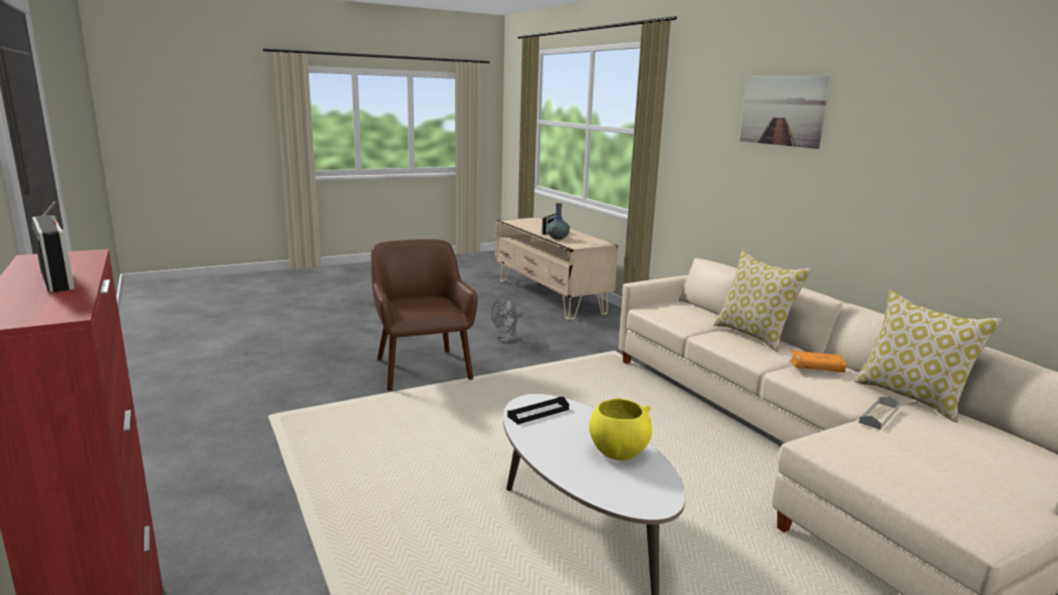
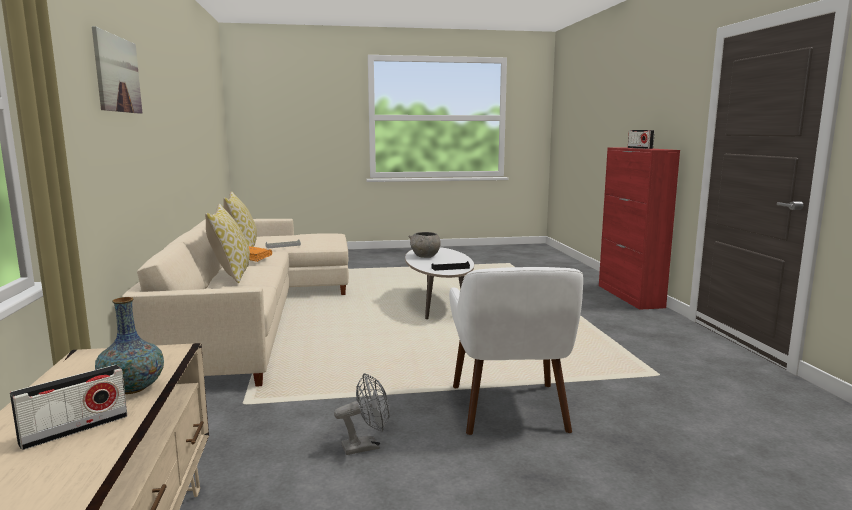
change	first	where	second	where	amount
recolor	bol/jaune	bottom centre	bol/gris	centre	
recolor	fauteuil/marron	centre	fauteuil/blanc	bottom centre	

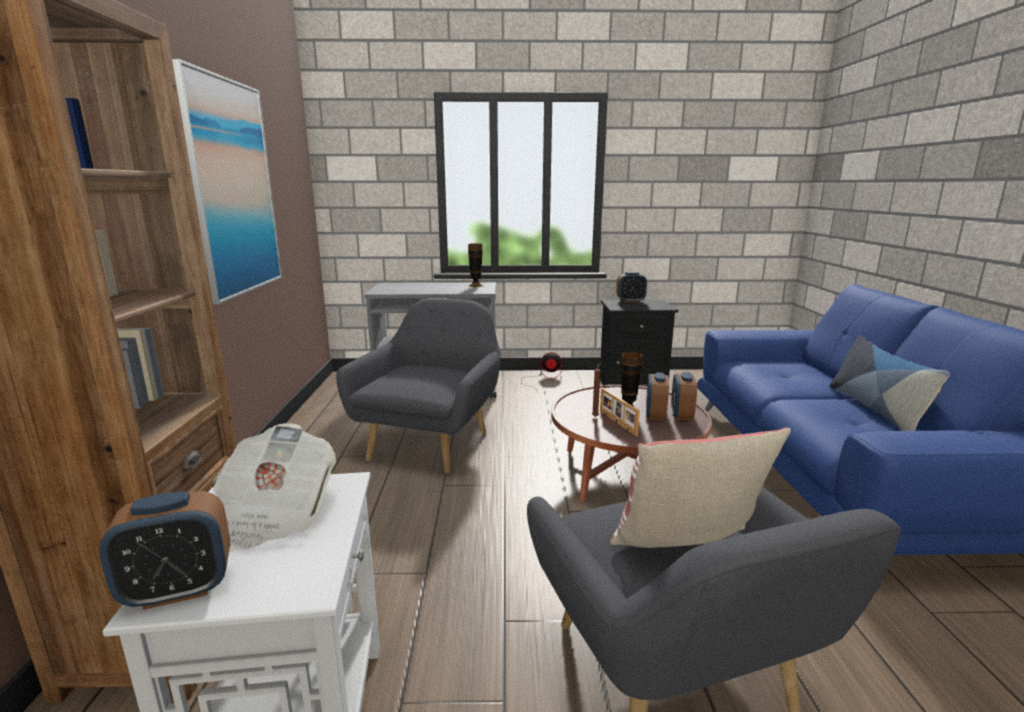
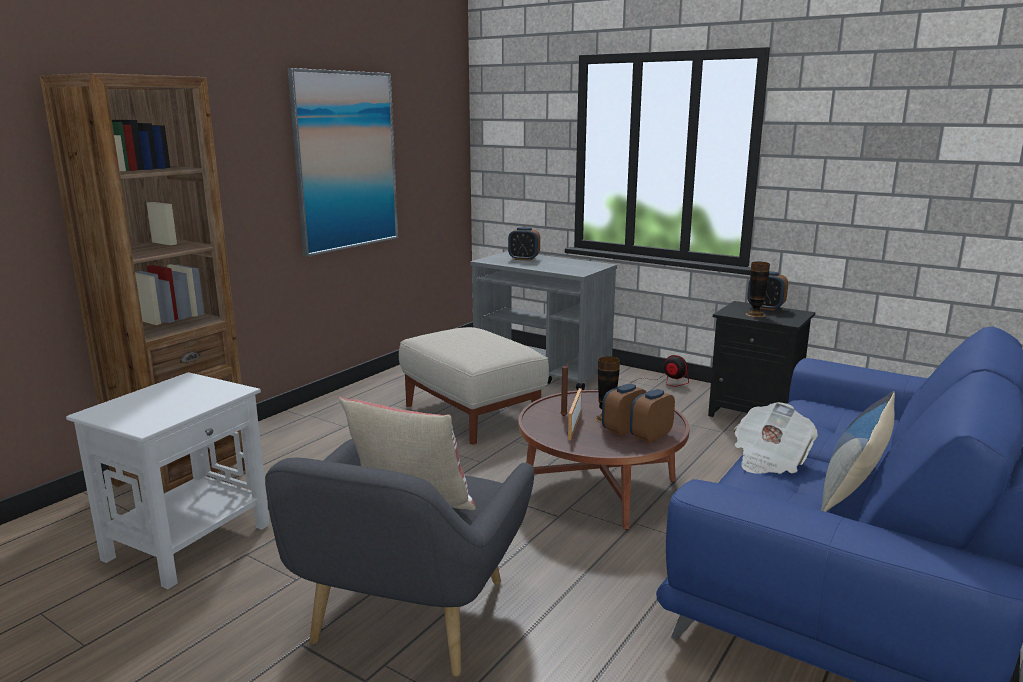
change	first	where	second	where	amount
replace	fauteuil/gris (1st from left)	centre	pouf/beige	centre	
move	réveil (1st from left)	bottom left		centre	
move	journal	bottom left		middle right	
move	vase (1st from left in the first image)	centre	vase (2nd from left)	middle right	

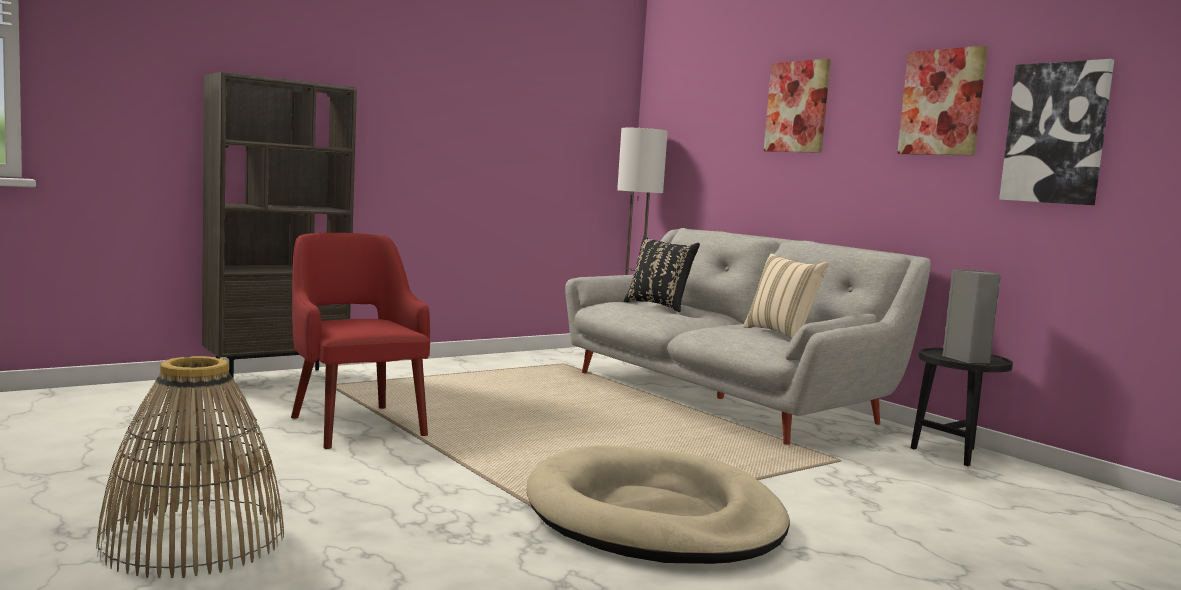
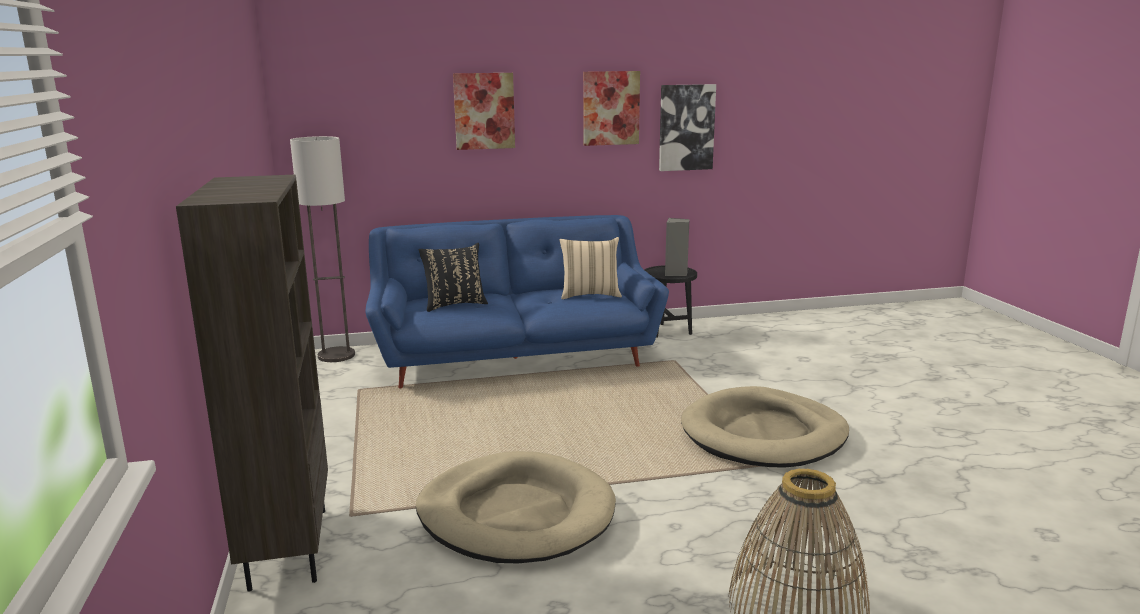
change	first	where	second	where	amount
recolor	canapé/gris	centre	canapé/bleu	centre	
replace	fauteuil/rouge	middle left	panier pour chien/beige (1st from left)	bottom centre	

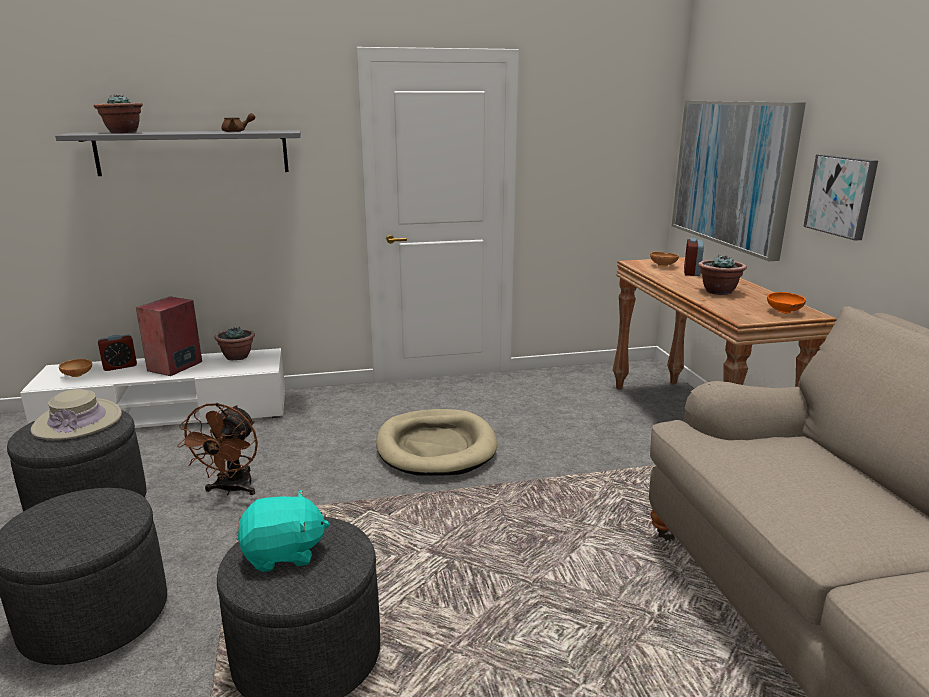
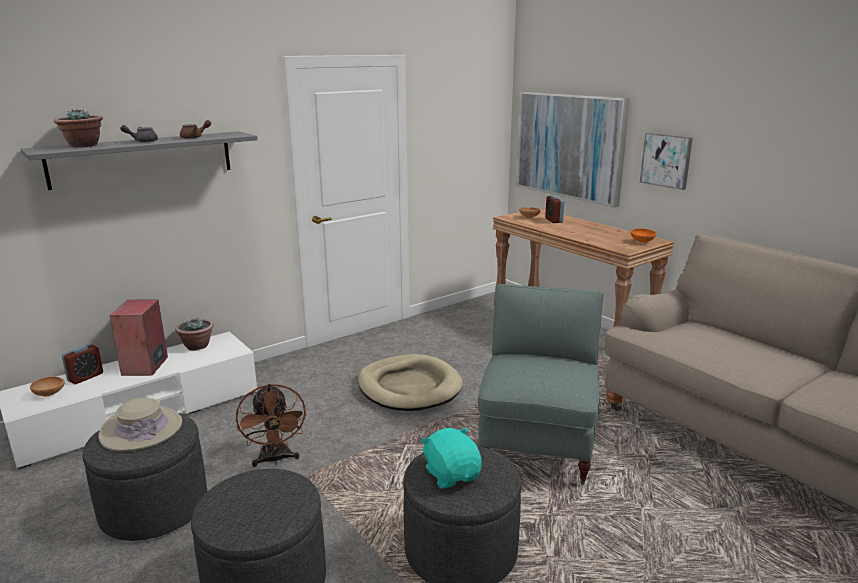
change	first	where	second	where	amount
insert			théière/gris	top left	
rotate	peluche/turquoise	bottom left		bottom centre	75 degrees counterclockwise
insert			fauteuil/gris	centre	
delete	plante en pot (3rd from left)	middle right			

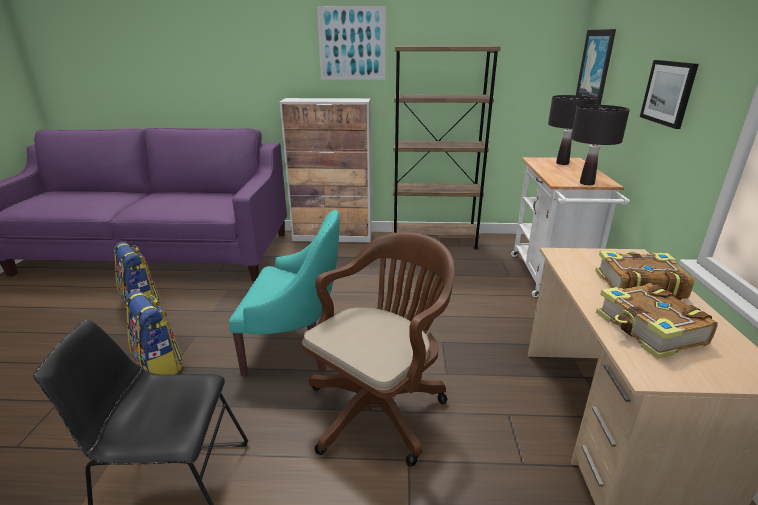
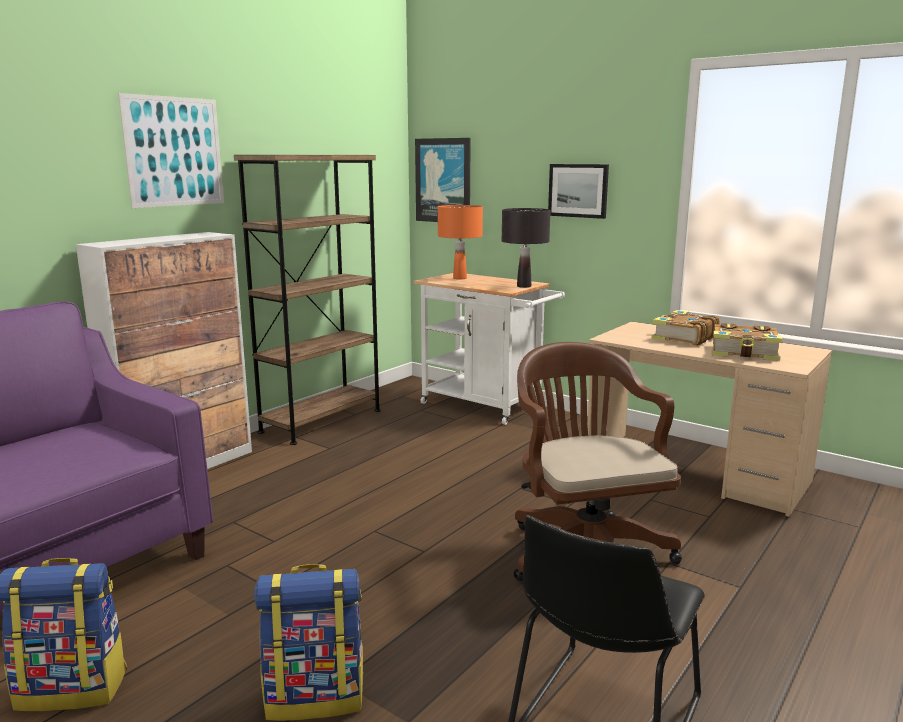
change	first	where	second	where	amount
recolor	lampe de table/noir (1st from left)	top right	lampe de table/orange	centre	
delete	fauteuil/turquoise	centre			

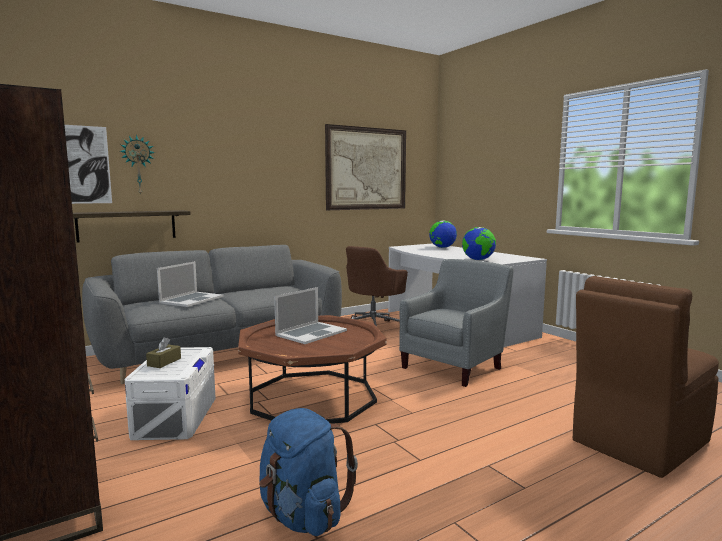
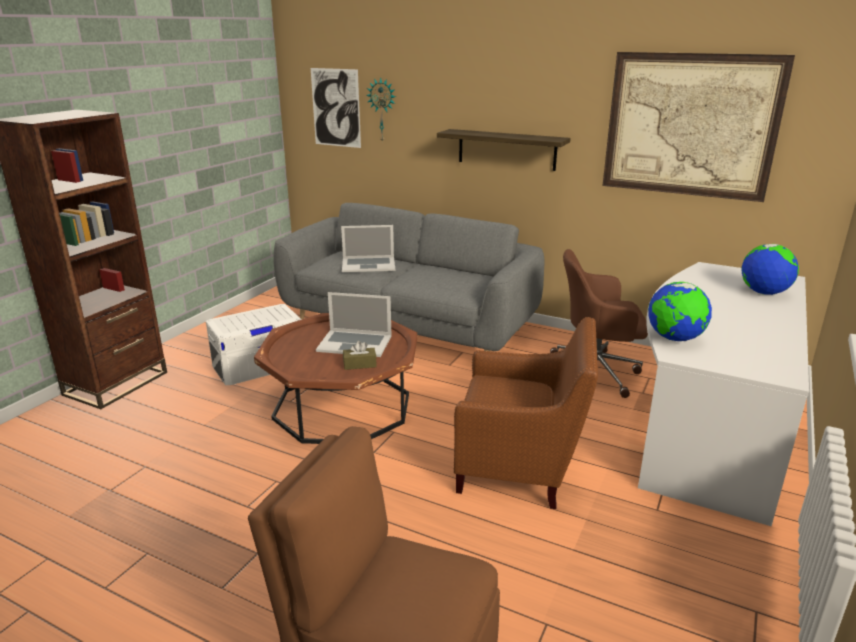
change	first	where	second	where	amount
move	boîte à mouchoirs/marron	middle left		centre	
move	étagère	middle left		top centre	
recolor	fauteuil/gris	centre	fauteuil/marron	centre	
delete	sac à dos/bleu	bottom centre			

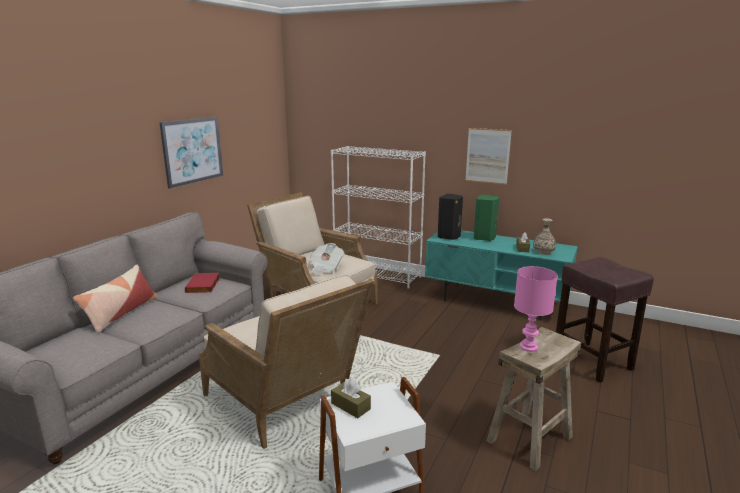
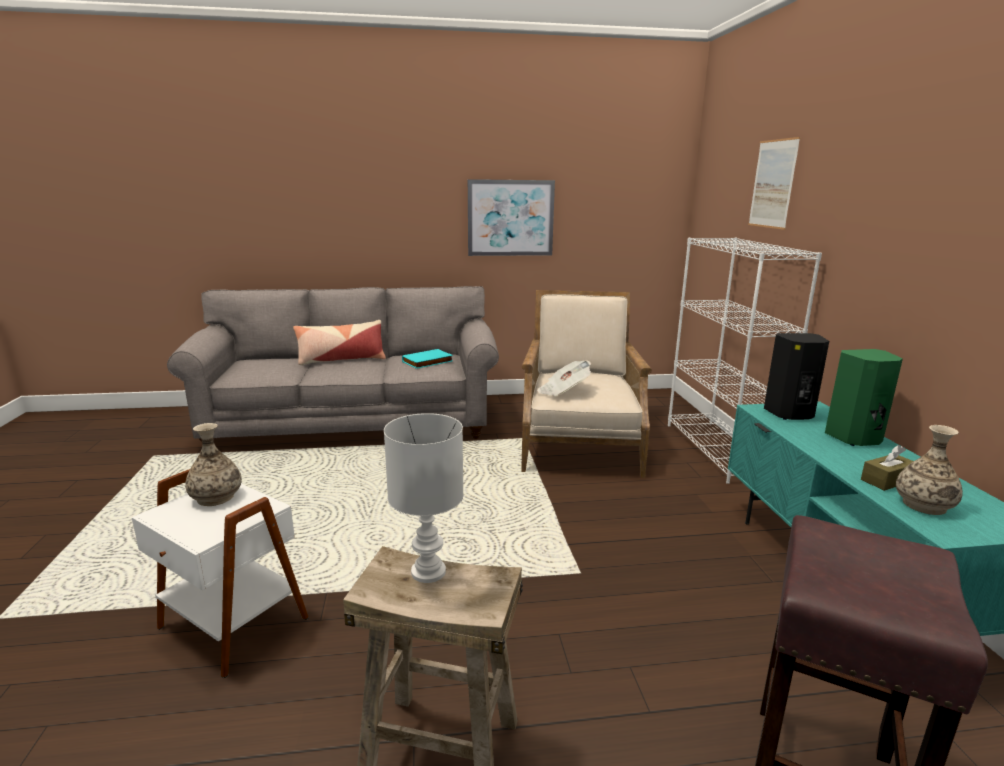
change	first	where	second	where	amount
replace	boîte à mouchoirs/marron (1st from left)	bottom centre	vase (1st from left)	middle left	
recolor	lampe de table/rose	middle right	lampe de table/blanc	centre	
recolor	livre/rouge	middle left	livre/turquoise	centre	
move	tableau (2nd from left)	top centre		top right	
delete	fauteuil/beige (1st from left)	bottom centre			

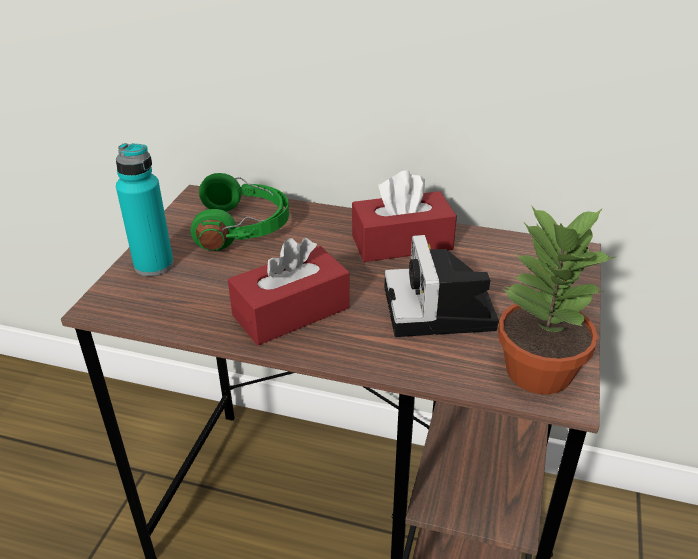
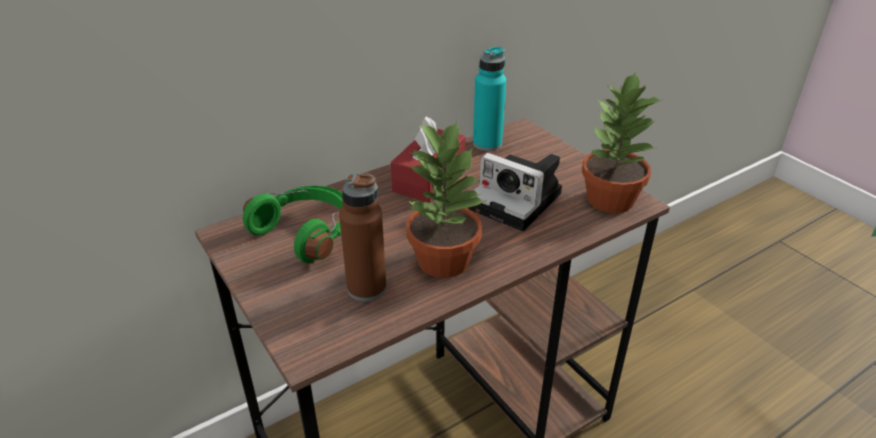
change	first	where	second	where	amount
insert			bouteille/marron	centre	
replace	boîte à mouchoirs/rouge (1st from left)	centre	plante en pot (1st from left)	centre	
move	bouteille/turquoise	middle left		top centre	

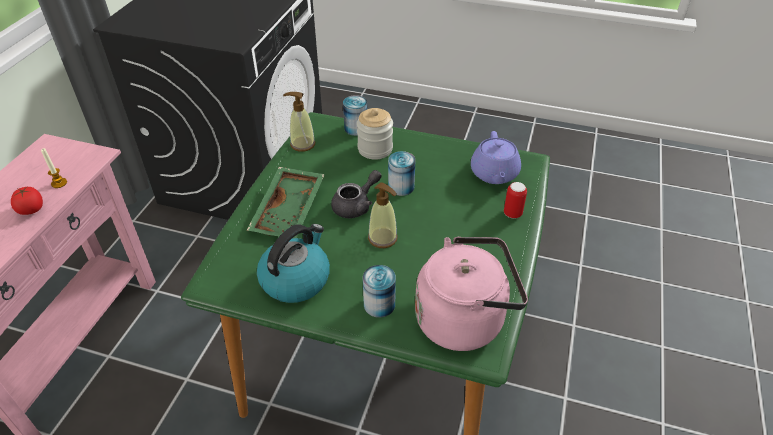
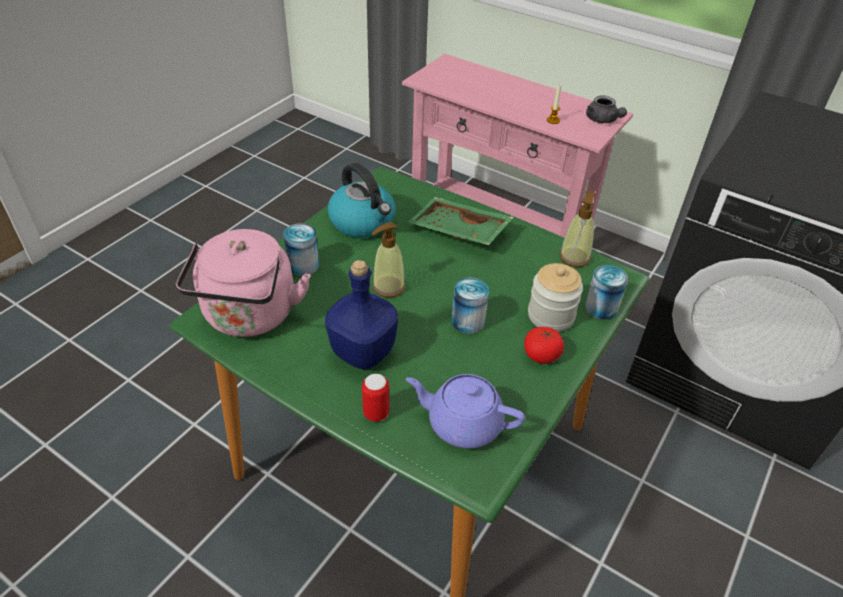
change	first	where	second	where	amount
insert			bouteille/bleu	centre	
move	tomate	middle left		centre	
move	théière/gris	centre		top right	

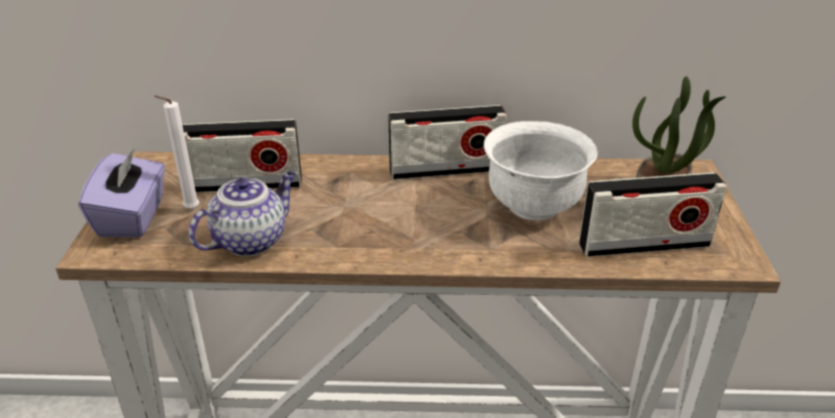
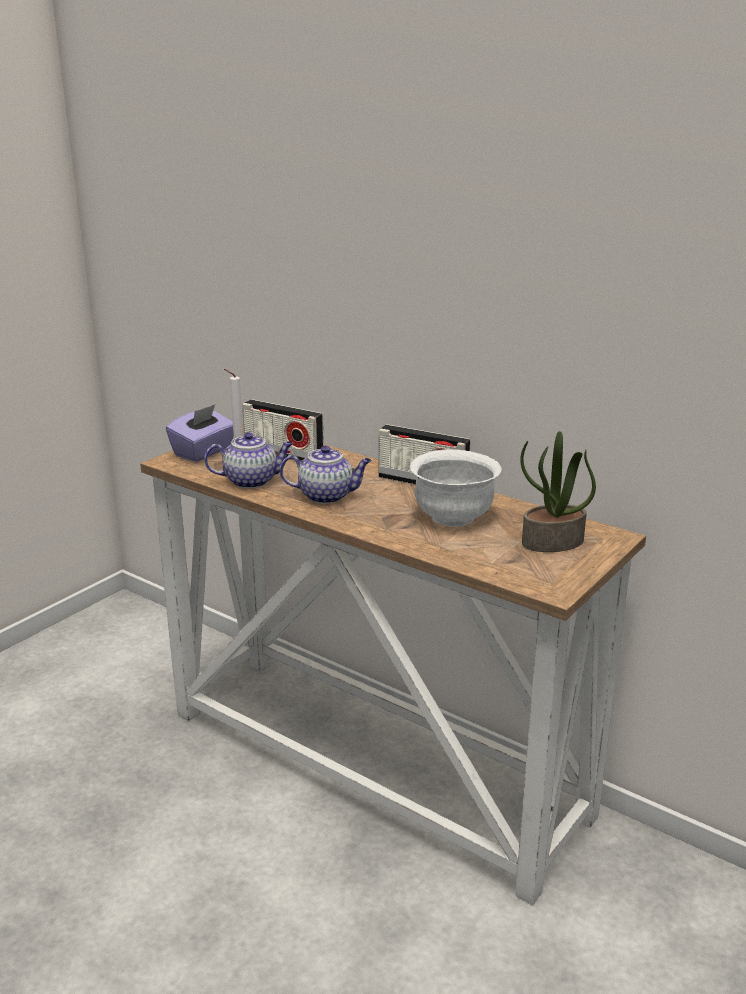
change	first	where	second	where	amount
insert			théière (2nd from left)	centre	
delete	radio (3rd from left)	middle right			

